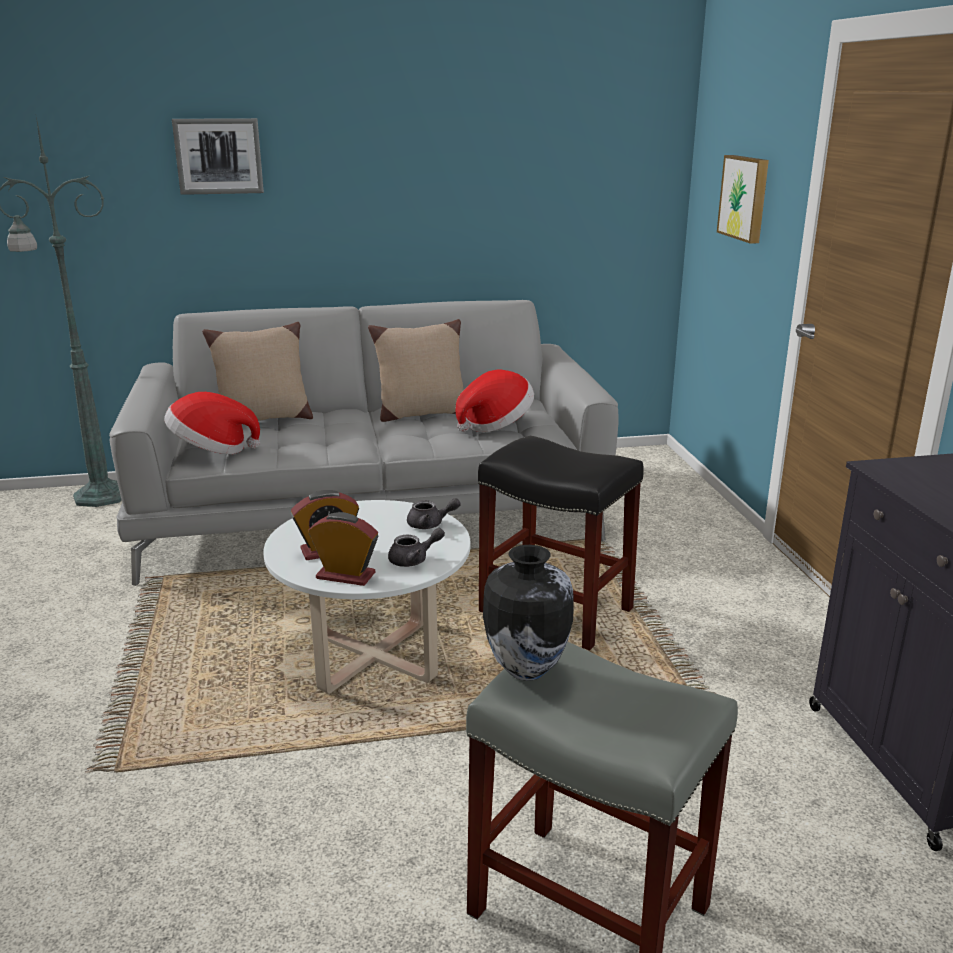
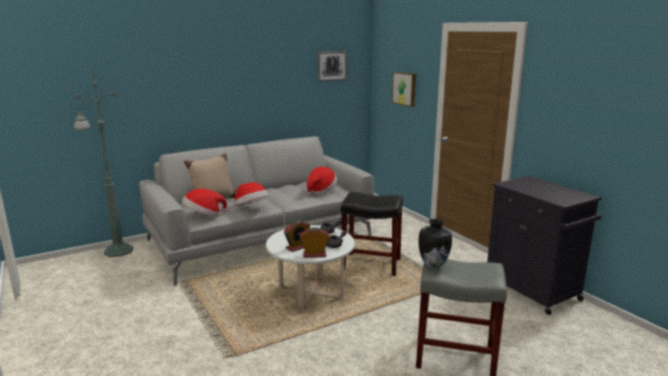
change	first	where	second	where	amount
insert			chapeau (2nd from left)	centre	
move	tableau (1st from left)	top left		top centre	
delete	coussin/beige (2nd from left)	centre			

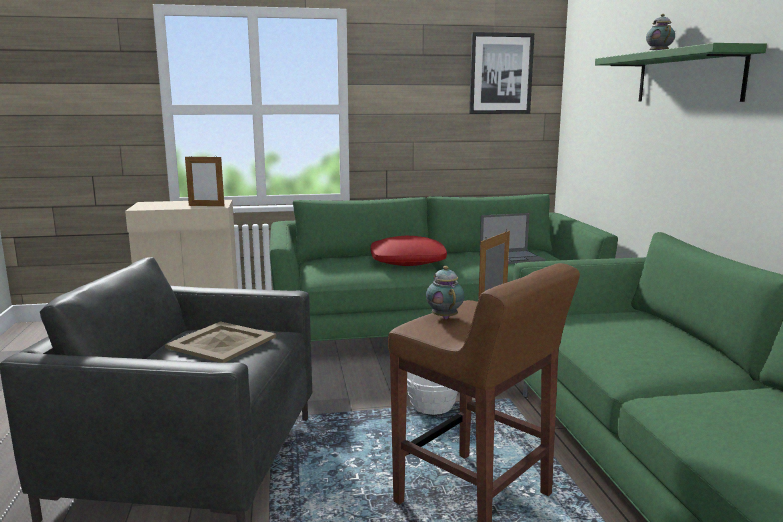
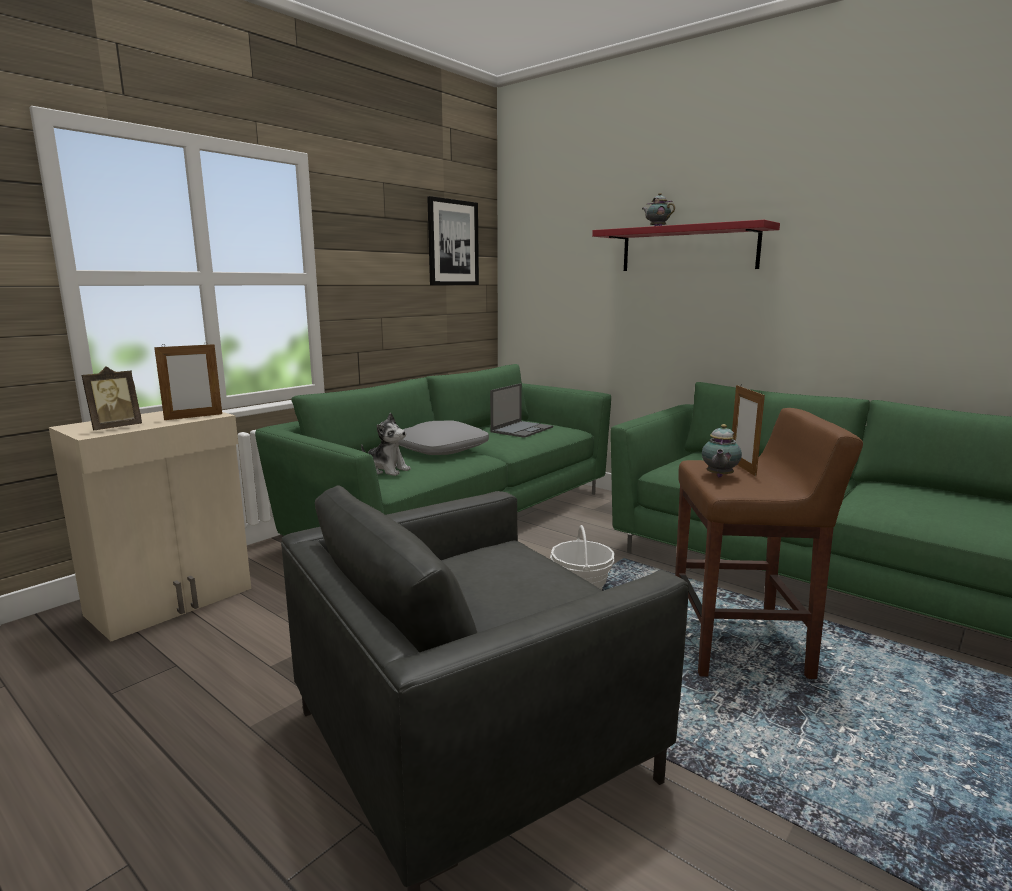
change	first	where	second	where	amount
insert			cadre photo (1st from left)	middle left	
insert			peluche	centre	
recolor	coussin/rouge	centre	coussin/gris	centre	
recolor	étagère/vert	top right	étagère/rouge	top right	
rotate	théière (1st from left in the first image)	centre	théière (2nd from left)	middle right	105 degrees counterclockwise
delete	plateau/beige	middle left			

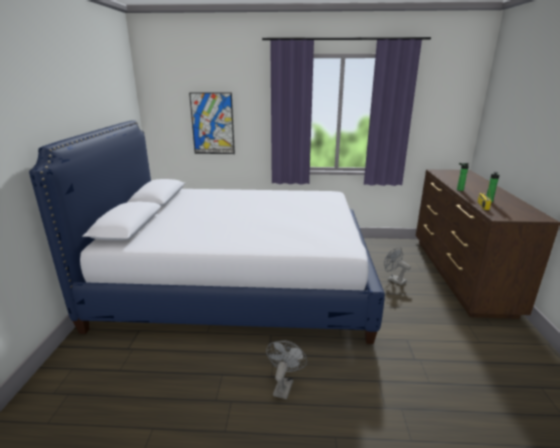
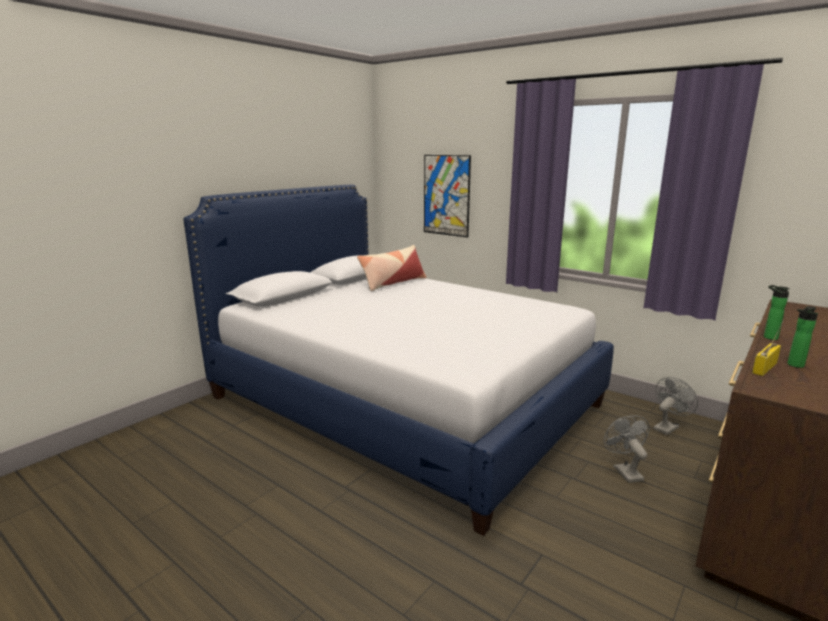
change	first	where	second	where	amount
insert			coussin	centre	
move	ventilateur/gris (1st from left in the first image)	bottom centre	ventilateur/gris (2nd from left)	middle right	

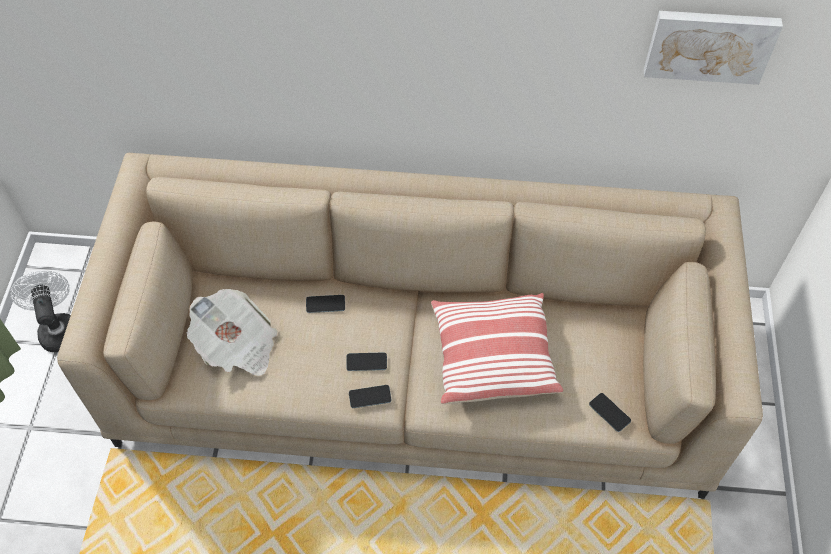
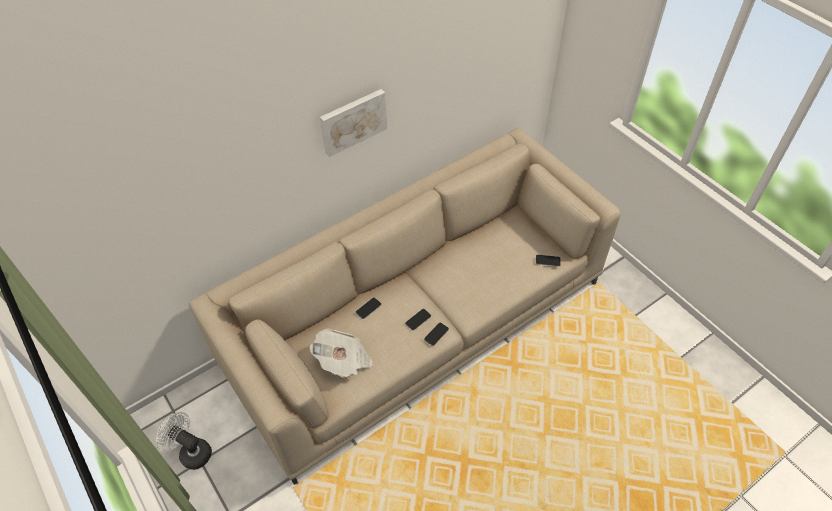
change	first	where	second	where	amount
move	tableau	top right		top centre	
delete	coussin	centre			

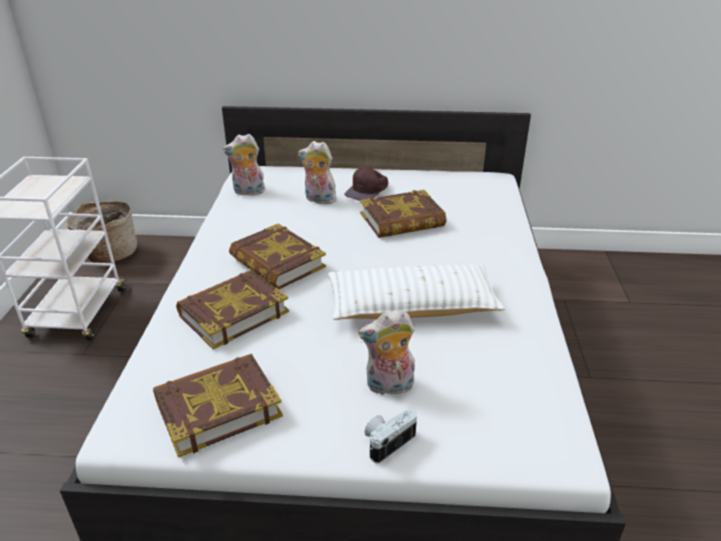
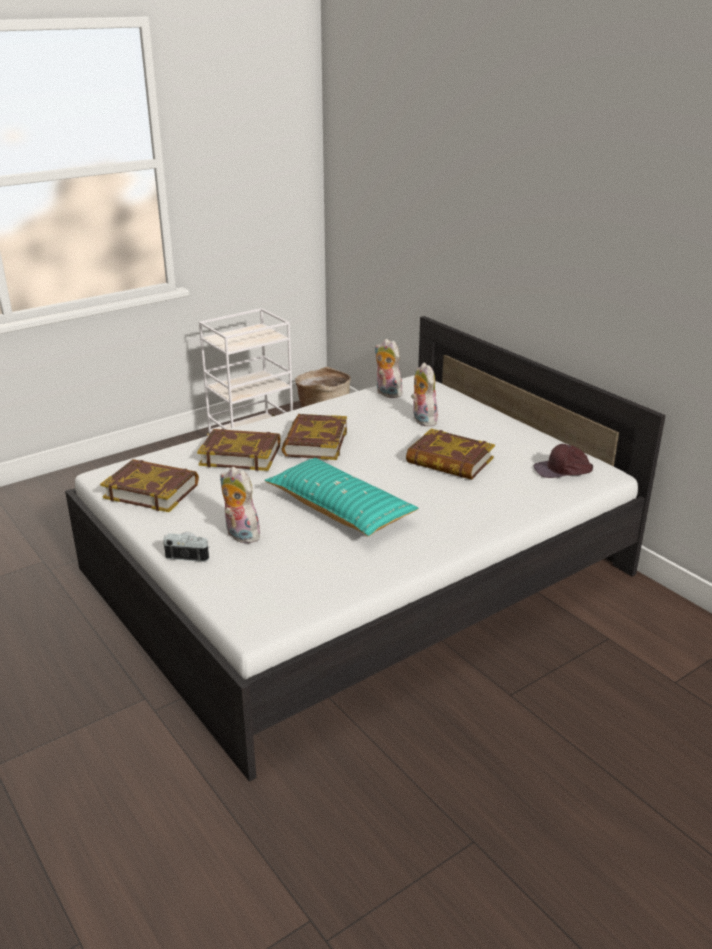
change	first	where	second	where	amount
recolor	coussin/blanc	centre	coussin/turquoise	centre	
move	casquette/marron	centre		middle right	

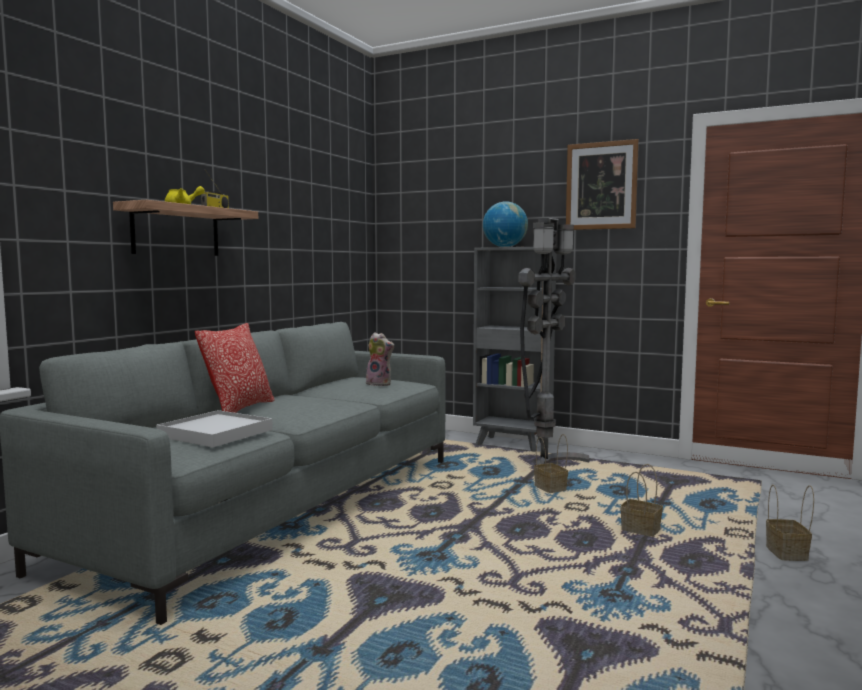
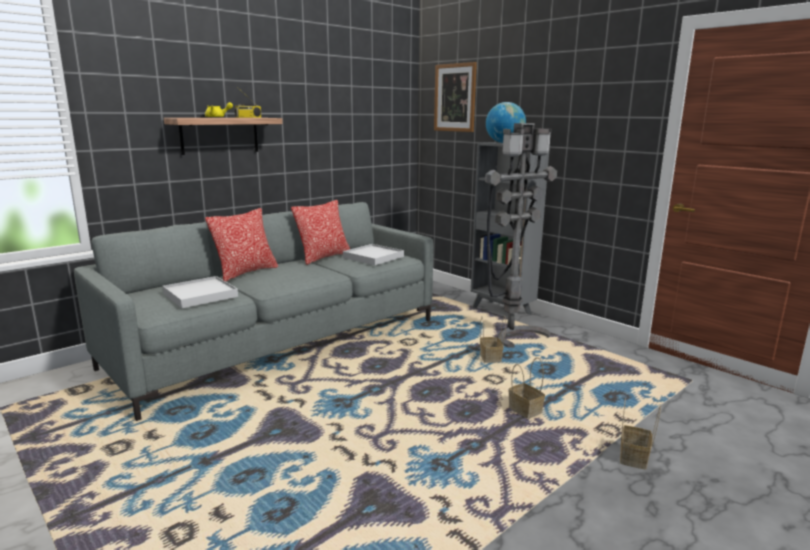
change	first	where	second	where	amount
insert			coussin (2nd from left)	centre	
replace	peluche	centre	plateau/blanc (2nd from left)	centre	
move	tableau	top right		top centre	

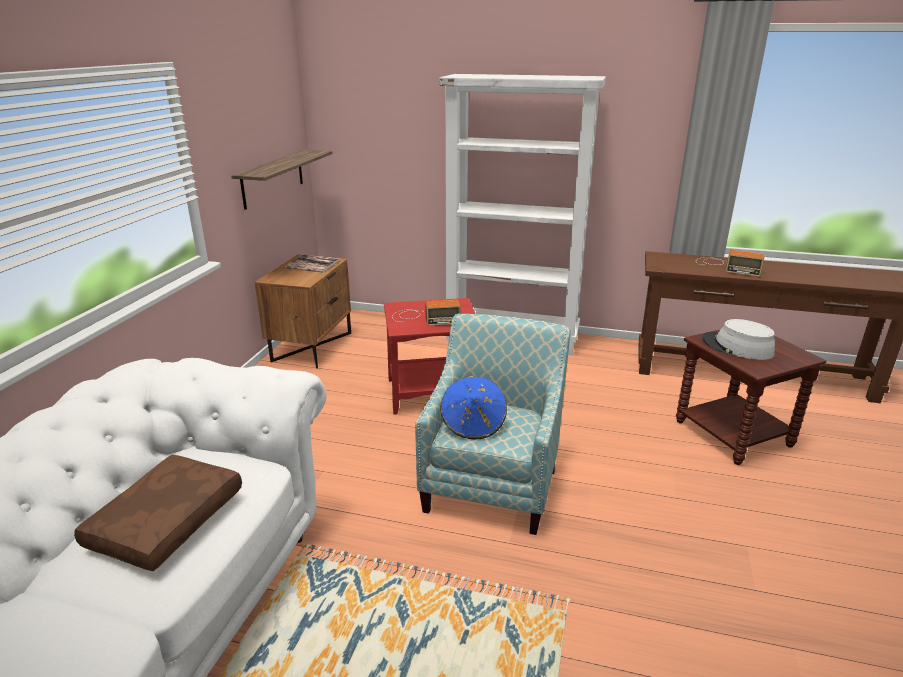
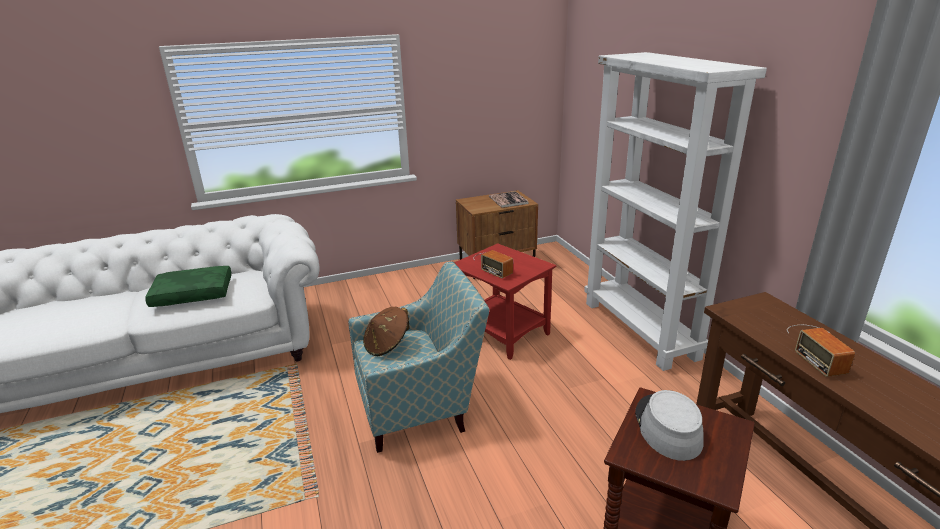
change	first	where	second	where	amount
recolor	coussin/marron	bottom left	coussin/vert	middle left	
recolor	chapeau/bleu	centre	chapeau/marron	centre	
delete	étagère	top left			

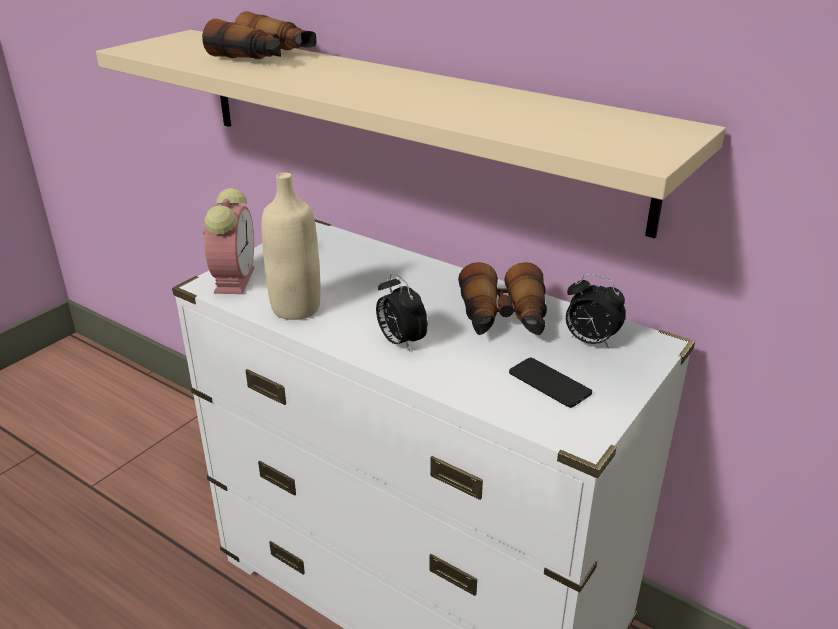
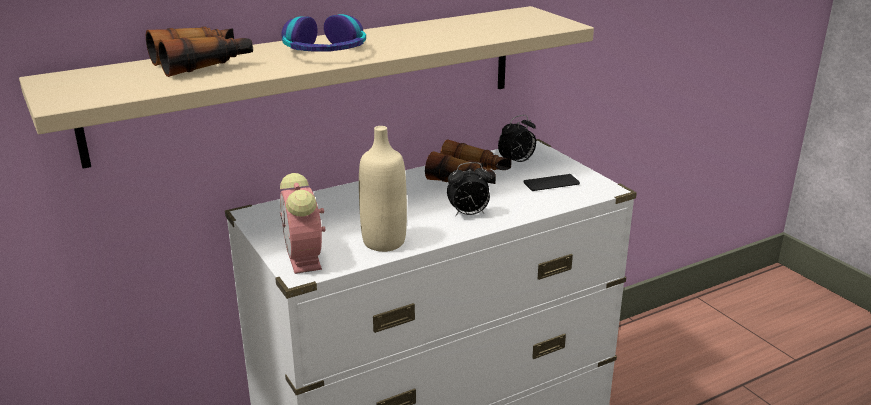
change	first	where	second	where	amount
rotate	réveil (1st from left)	middle left		centre	135 degrees counterclockwise
insert			casque audio	top centre	

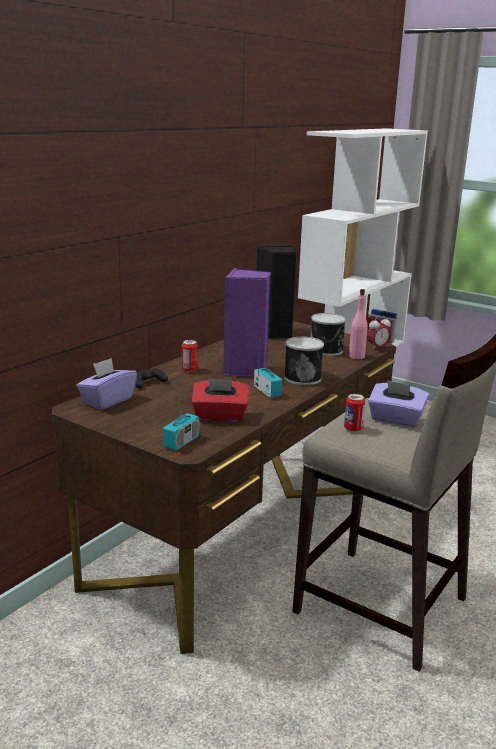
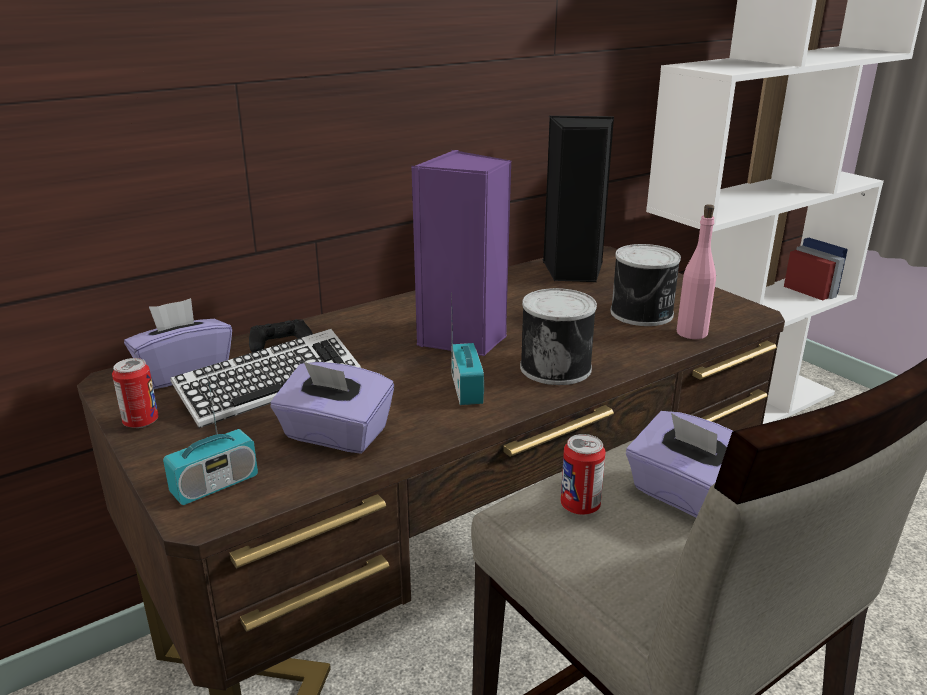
change	first	where	second	where	amount
move	boîte métallique (1st from left)	centre		middle left	
insert			clavier	middle left	
recolor	boîte à mouchoirs/rouge	centre	boîte à mouchoirs/violet (2nd from left)	centre	
delete	réveil	middle right			

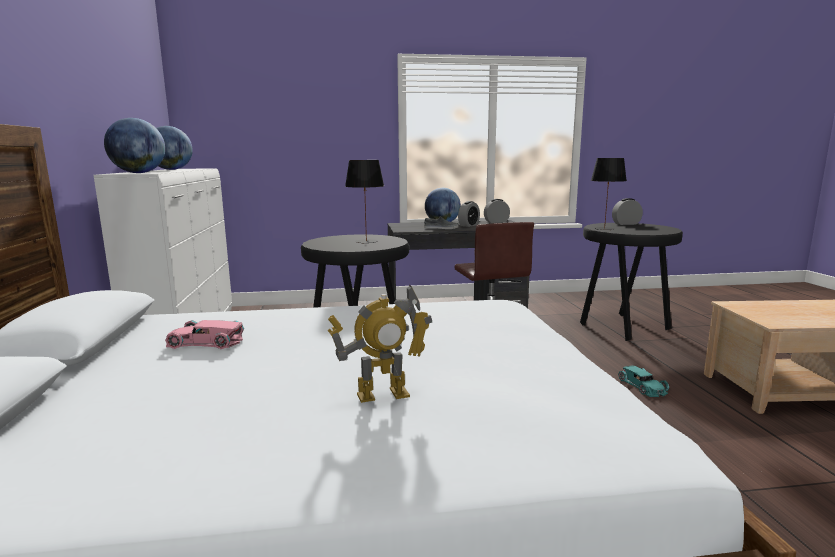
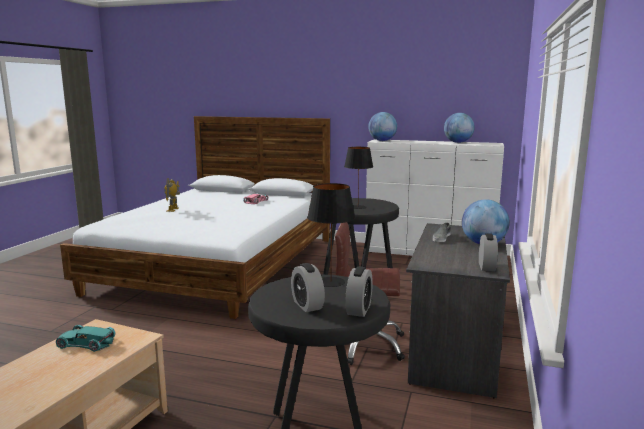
change	first	where	second	where	amount
move	petite voiture/turquoise	bottom right		bottom left	
move	réveil (1st from left)	centre		bottom centre	

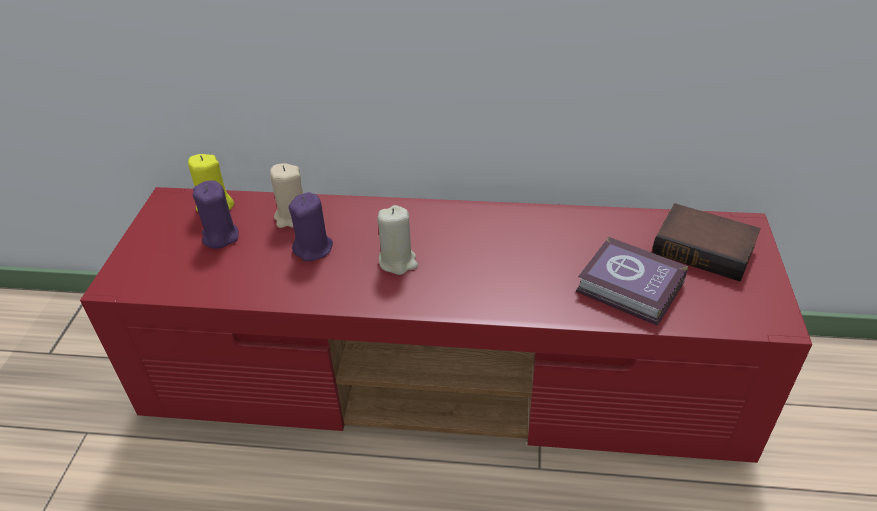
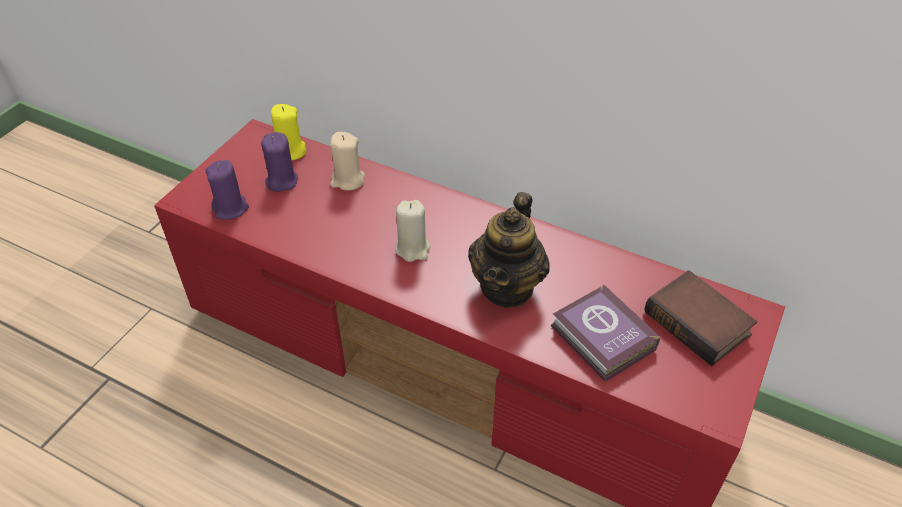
change	first	where	second	where	amount
move	bougie/violet (2nd from left in the first image)	centre	bougie/violet (1st from left)	middle left	
insert			théière	centre	

